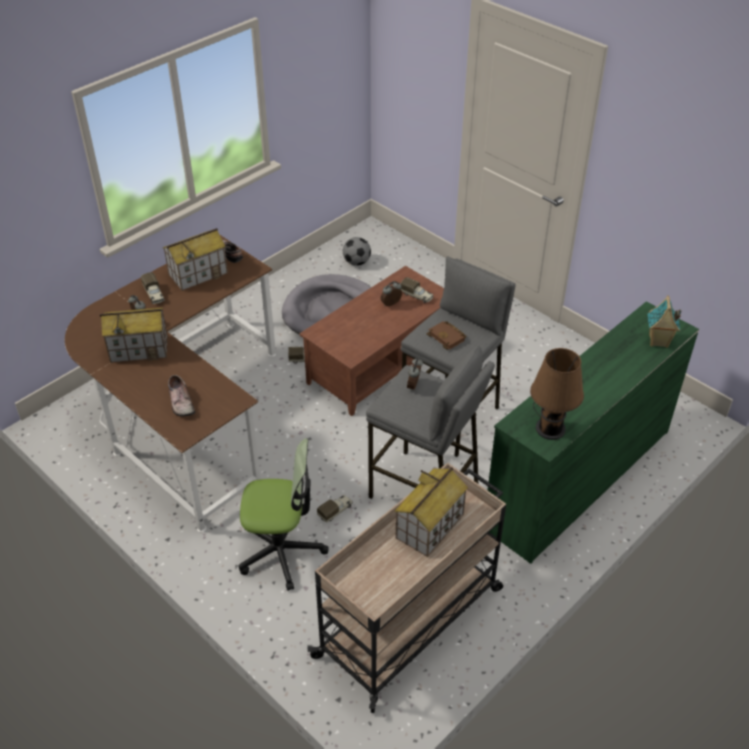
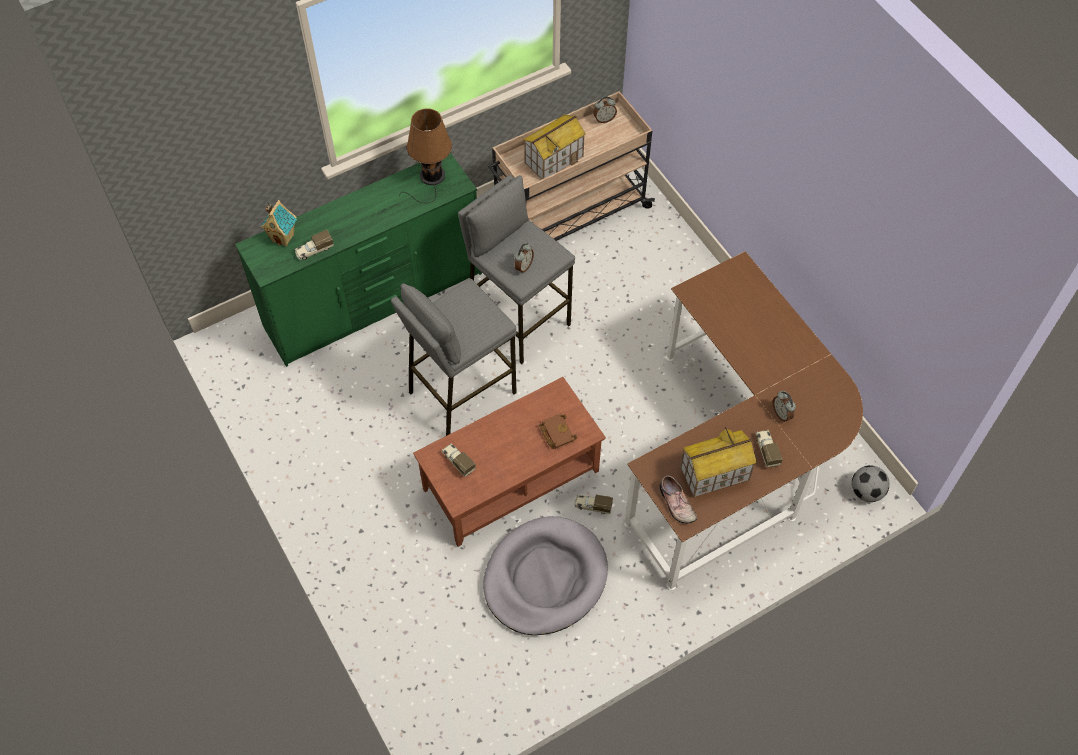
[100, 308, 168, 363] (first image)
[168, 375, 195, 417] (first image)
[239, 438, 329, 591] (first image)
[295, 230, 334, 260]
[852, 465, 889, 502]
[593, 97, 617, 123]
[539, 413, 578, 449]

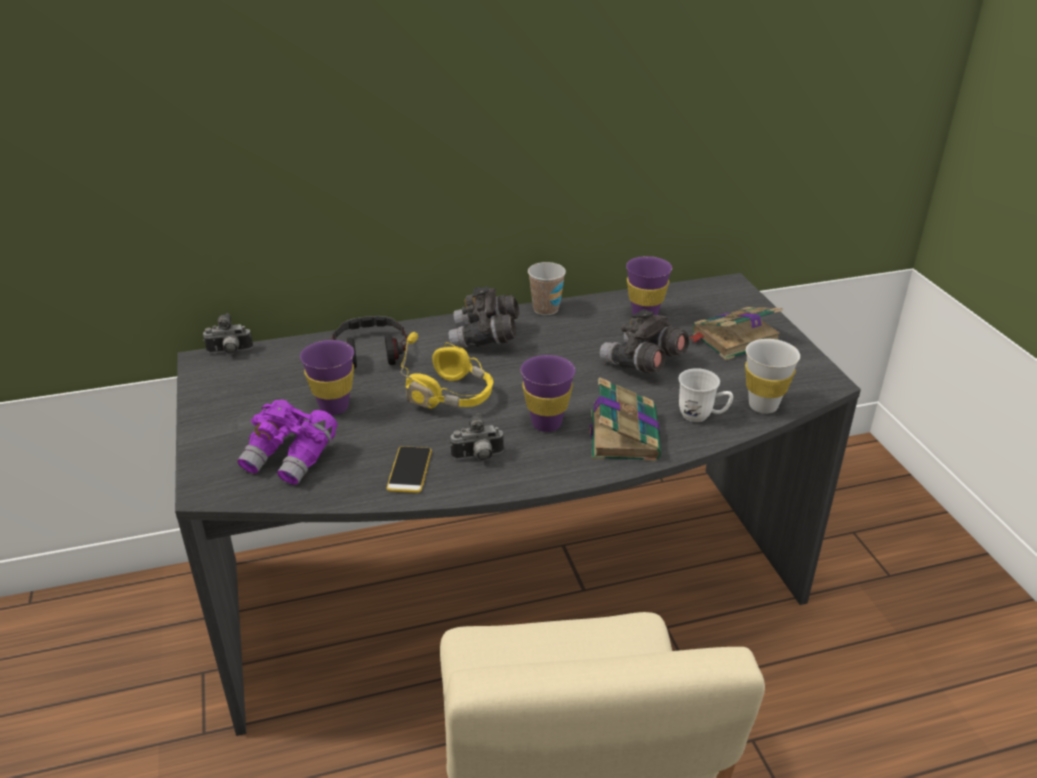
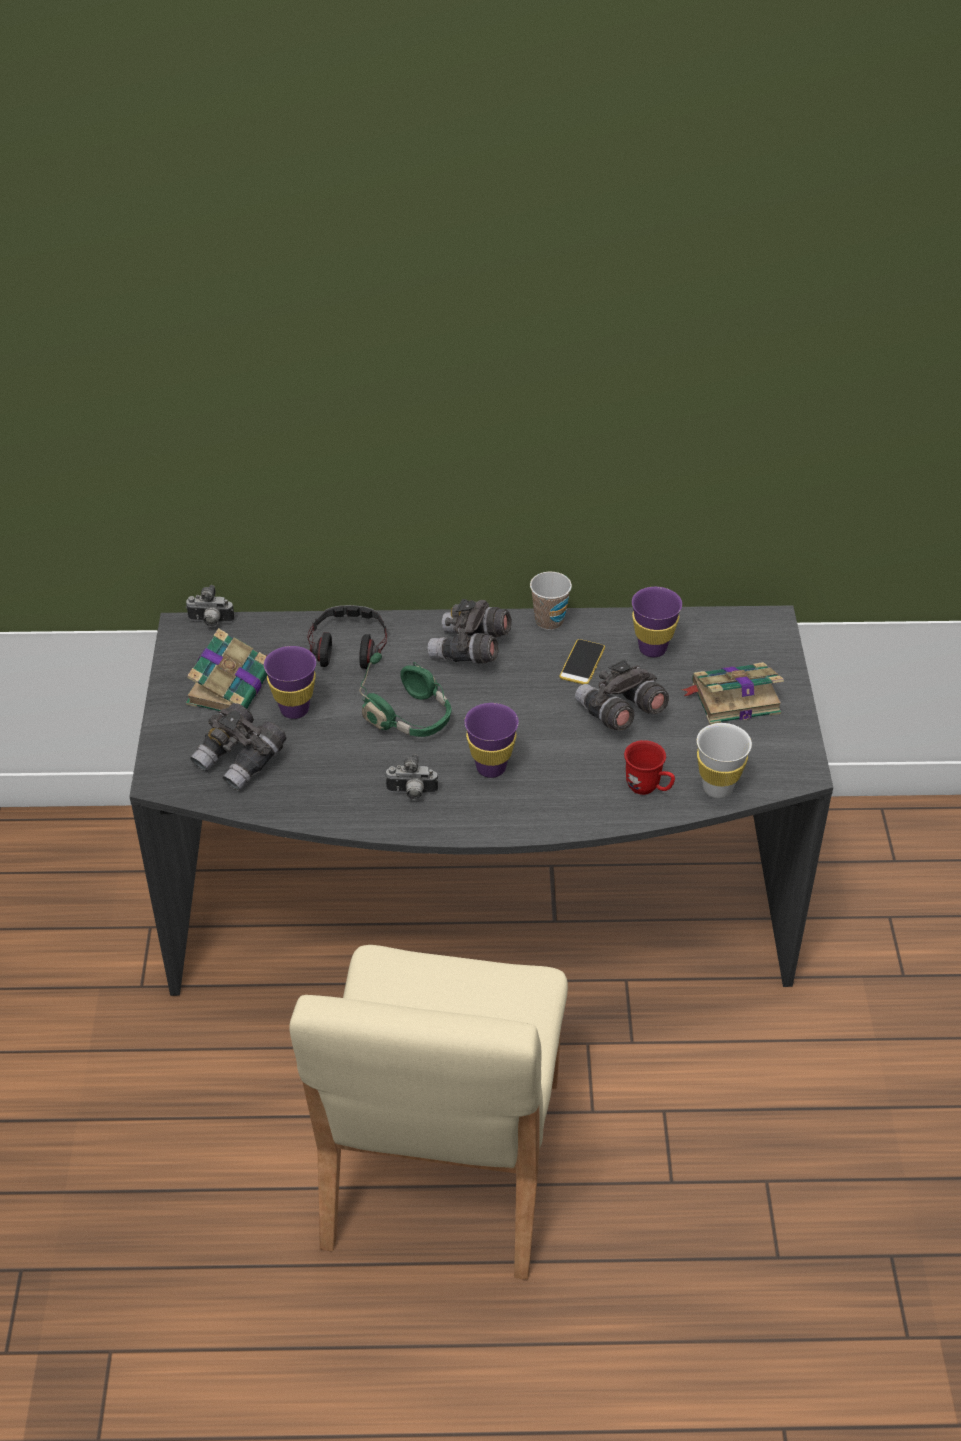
[559, 639, 605, 684]
[186, 628, 267, 711]
[190, 703, 286, 791]
[359, 652, 452, 737]
[624, 740, 675, 795]

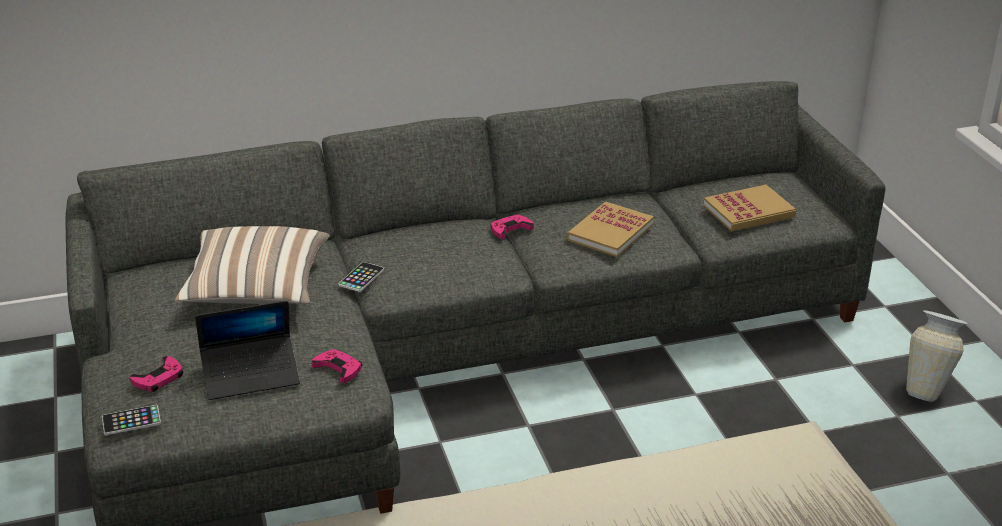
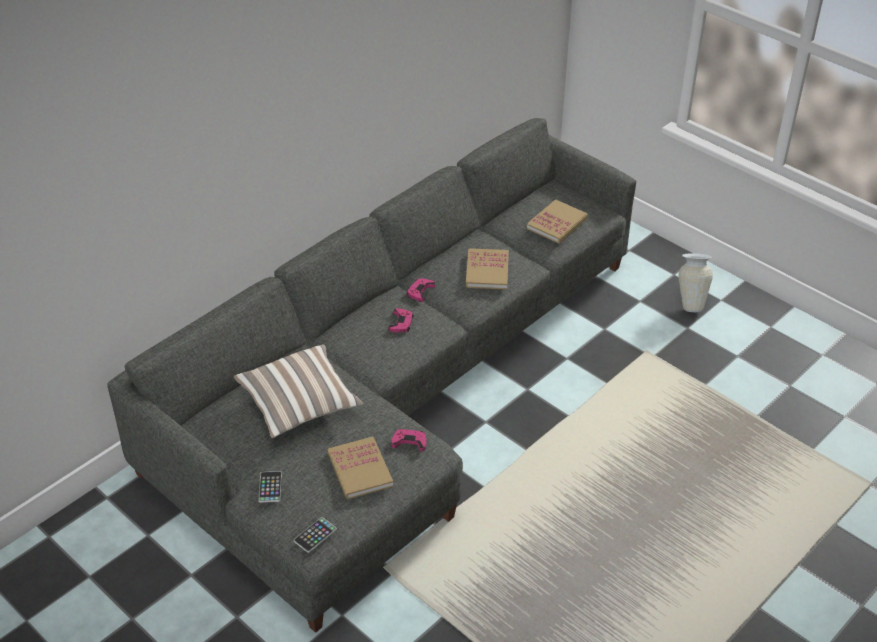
[388, 308, 414, 333]
[259, 471, 282, 503]
[328, 437, 393, 499]

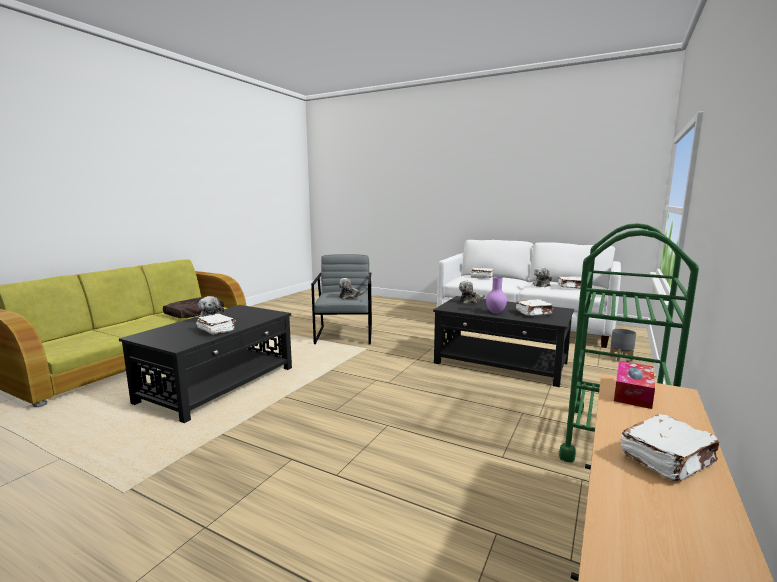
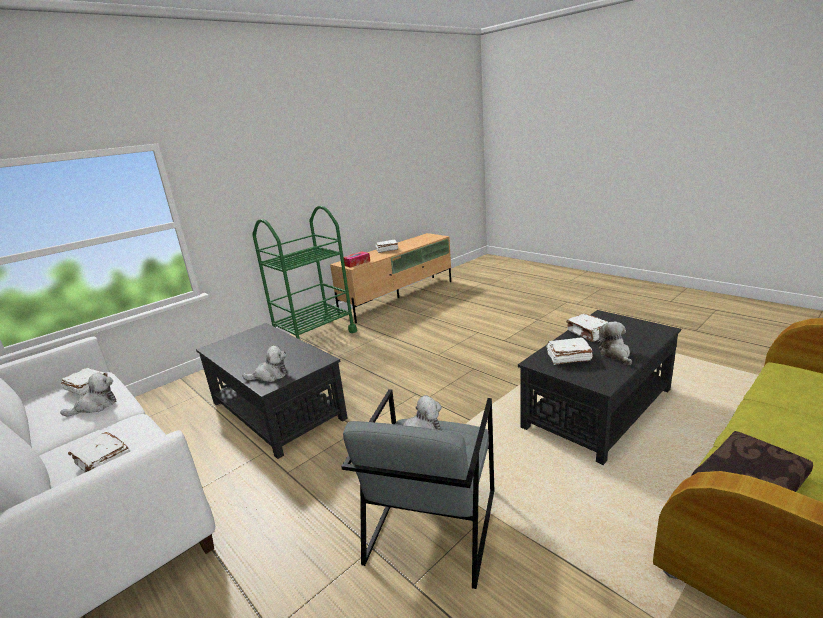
[486, 277, 507, 314] (first image)
[610, 329, 636, 362] (first image)
[547, 338, 593, 365]

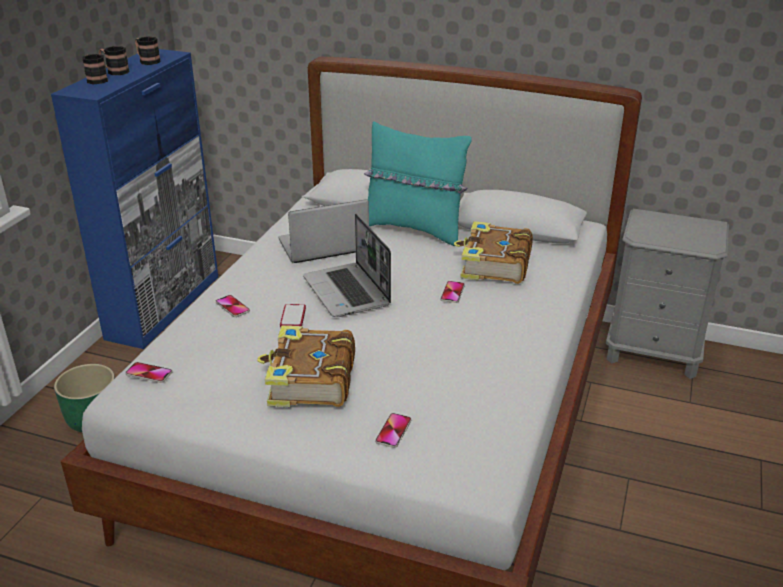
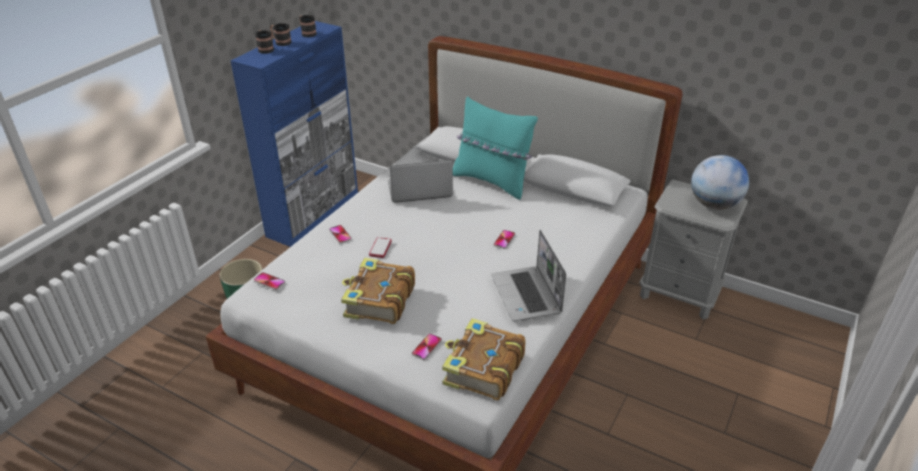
[691, 155, 749, 210]
[491, 230, 566, 322]
[442, 318, 526, 400]

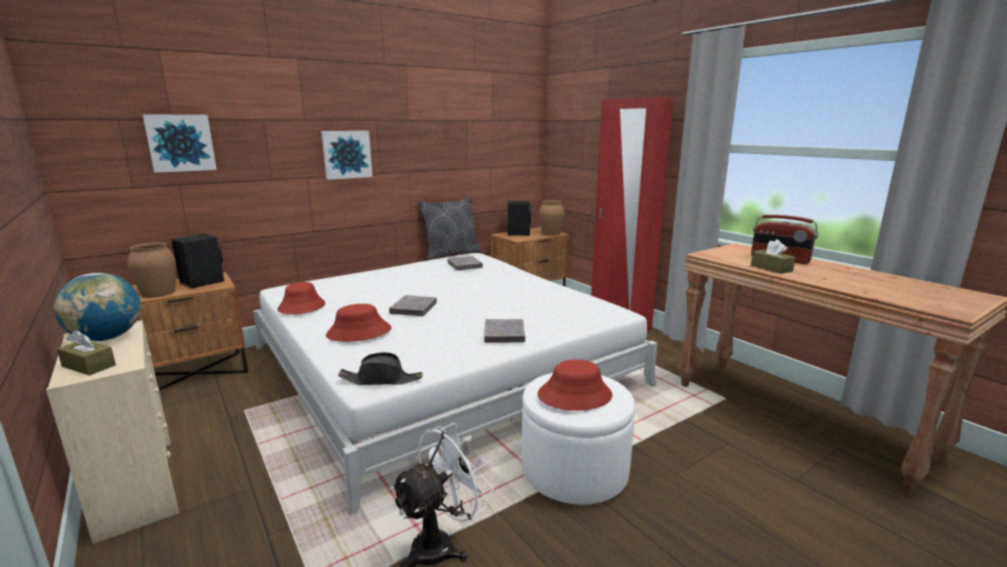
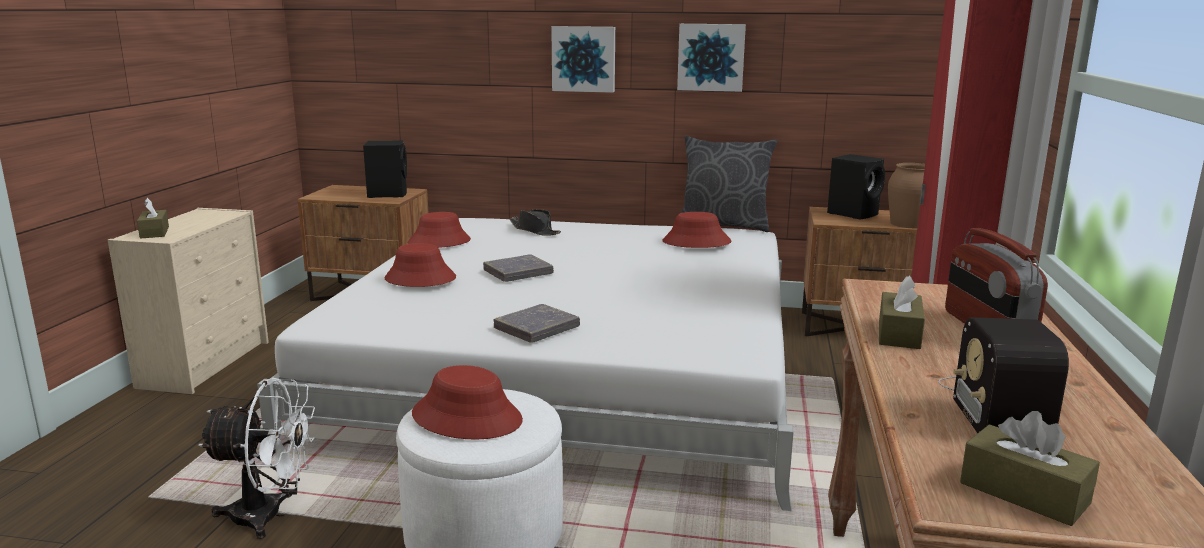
[54, 273, 141, 341] (first image)
[127, 242, 176, 298] (first image)
[938, 317, 1069, 433]
[960, 411, 1100, 526]
[677, 24, 746, 92]
[510, 209, 561, 236]
[663, 212, 731, 248]

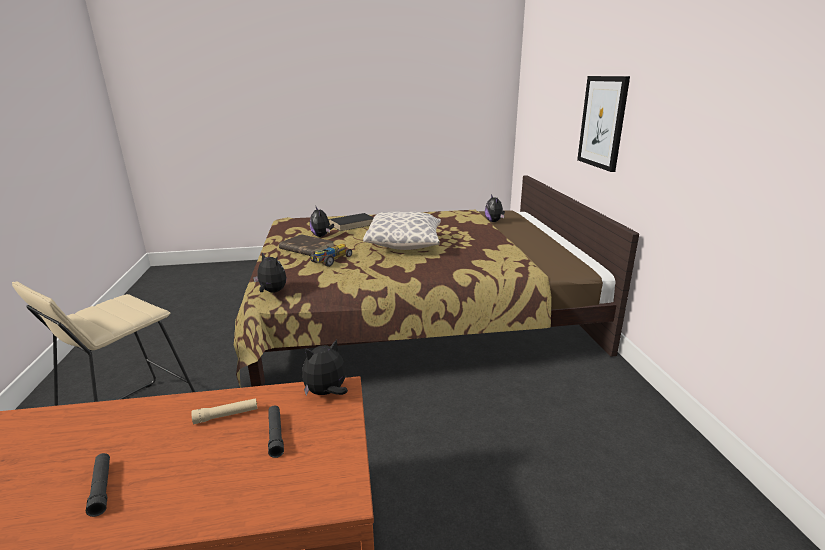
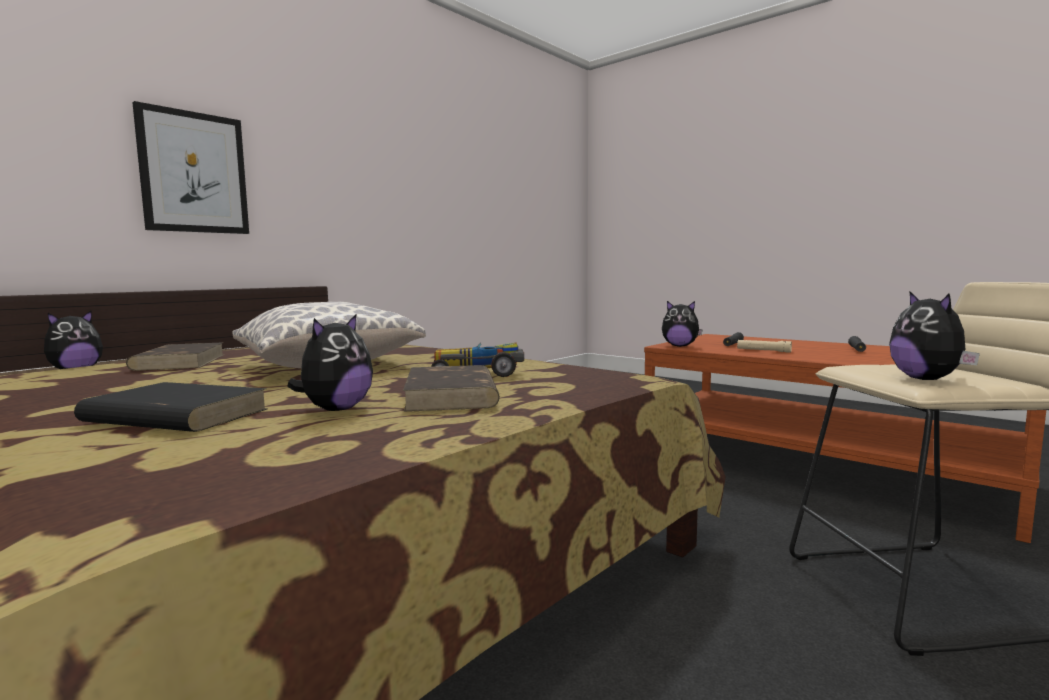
[126, 342, 223, 371]
[889, 291, 980, 380]

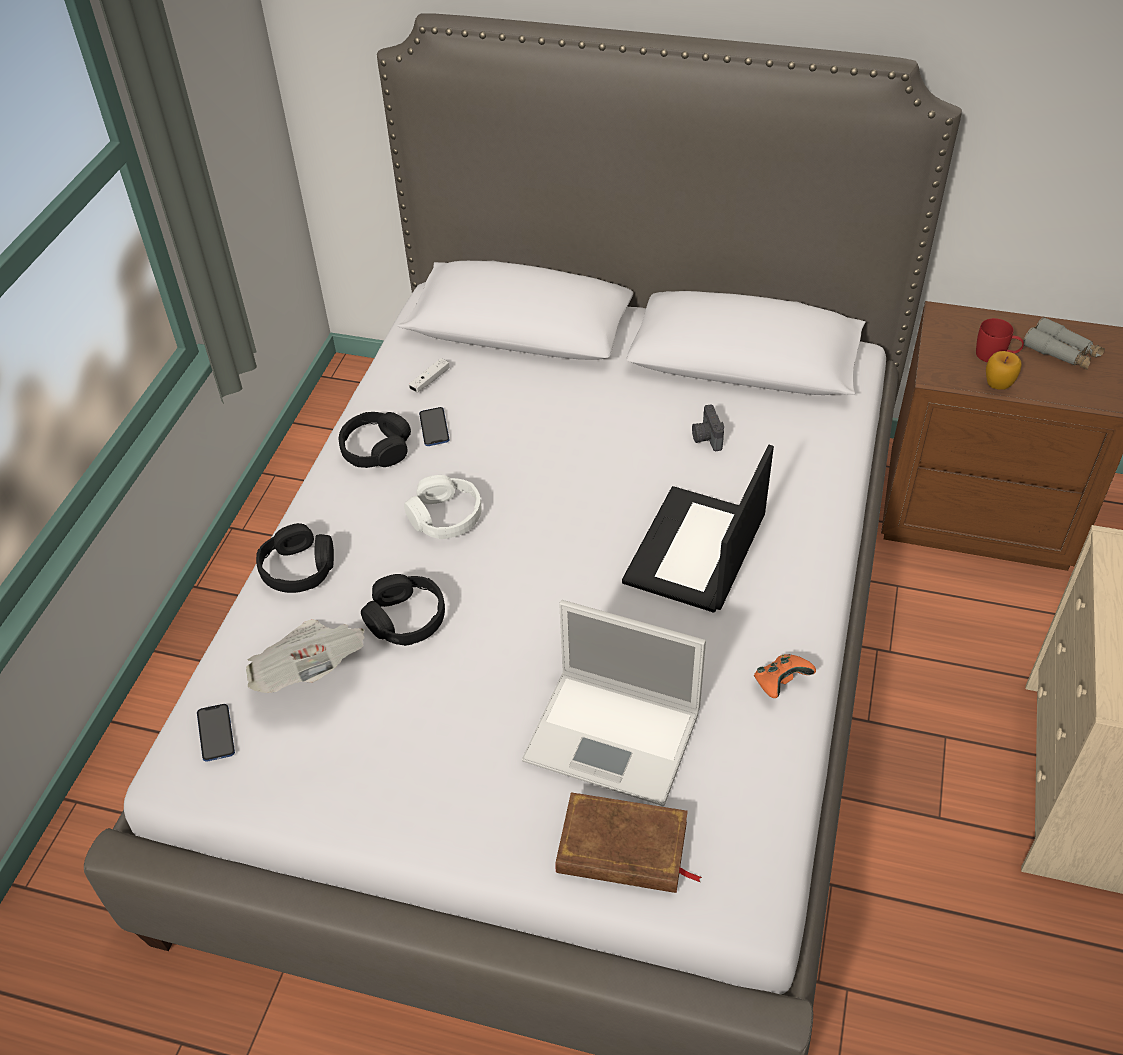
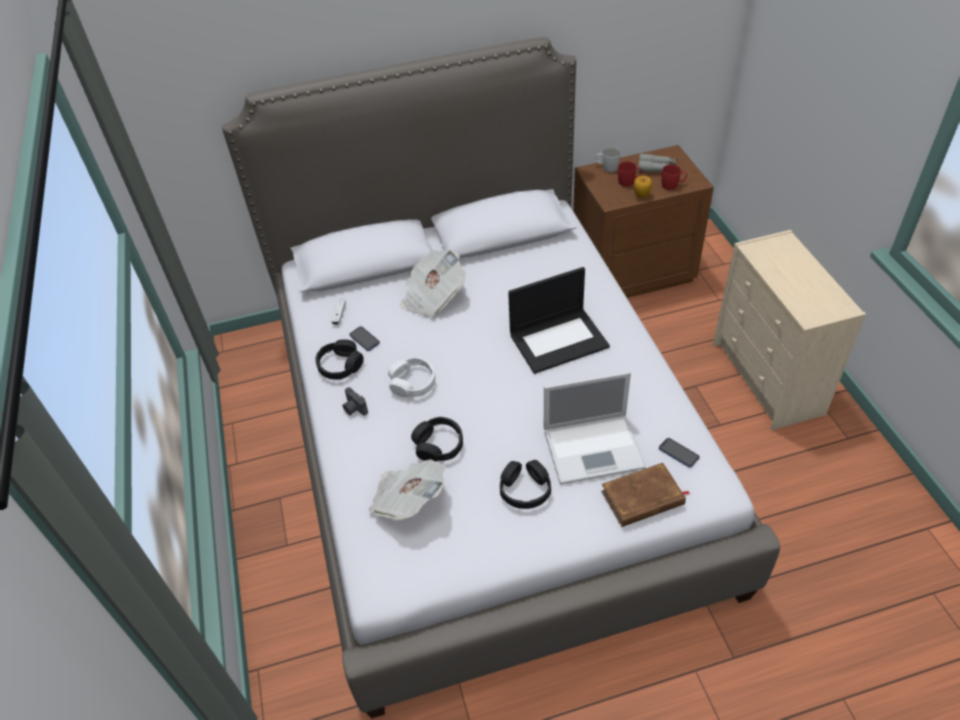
[754, 654, 816, 698] (first image)
[400, 250, 466, 317]
[596, 147, 620, 172]
[662, 165, 687, 190]
[659, 438, 700, 468]
[500, 460, 551, 509]
[342, 387, 368, 415]
[508, 267, 610, 374]

